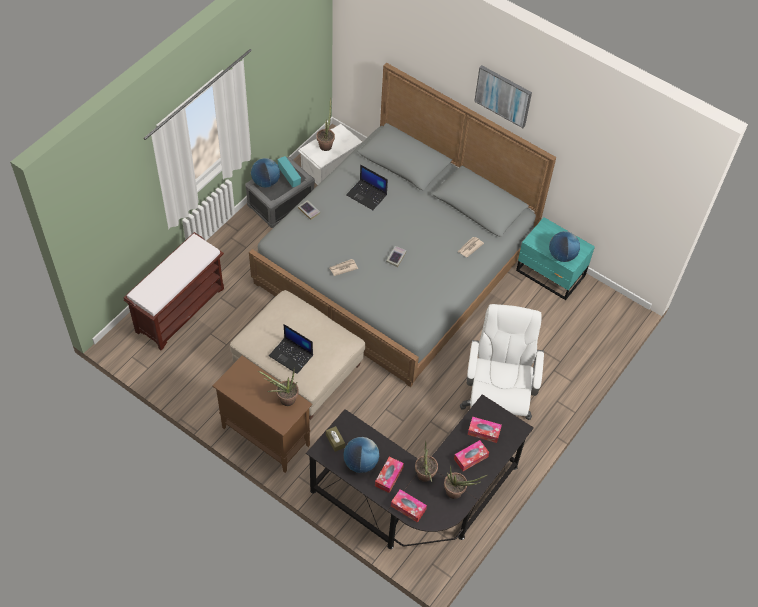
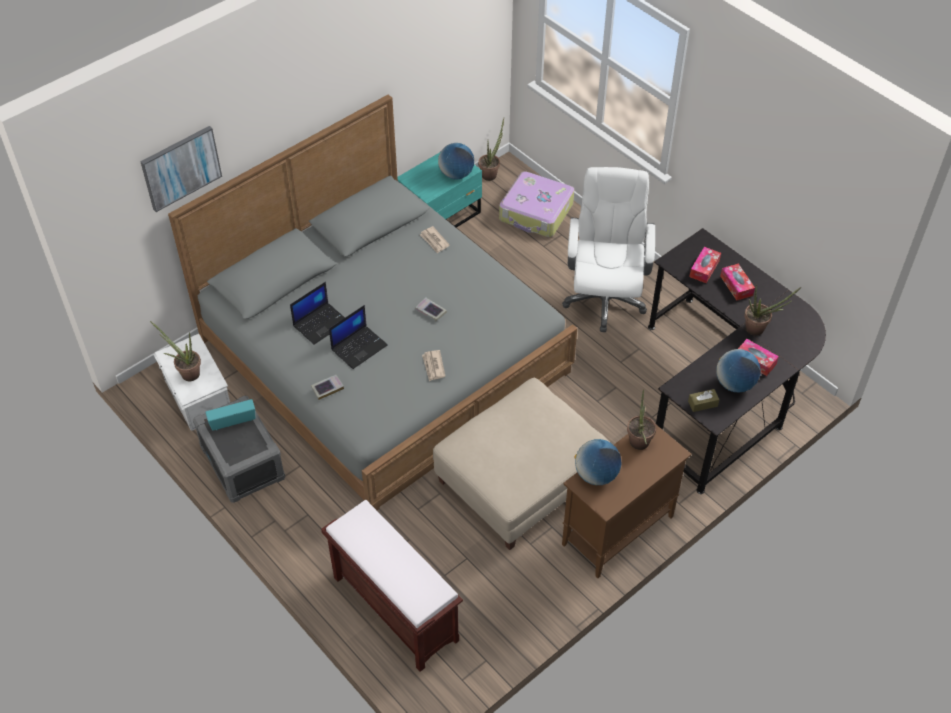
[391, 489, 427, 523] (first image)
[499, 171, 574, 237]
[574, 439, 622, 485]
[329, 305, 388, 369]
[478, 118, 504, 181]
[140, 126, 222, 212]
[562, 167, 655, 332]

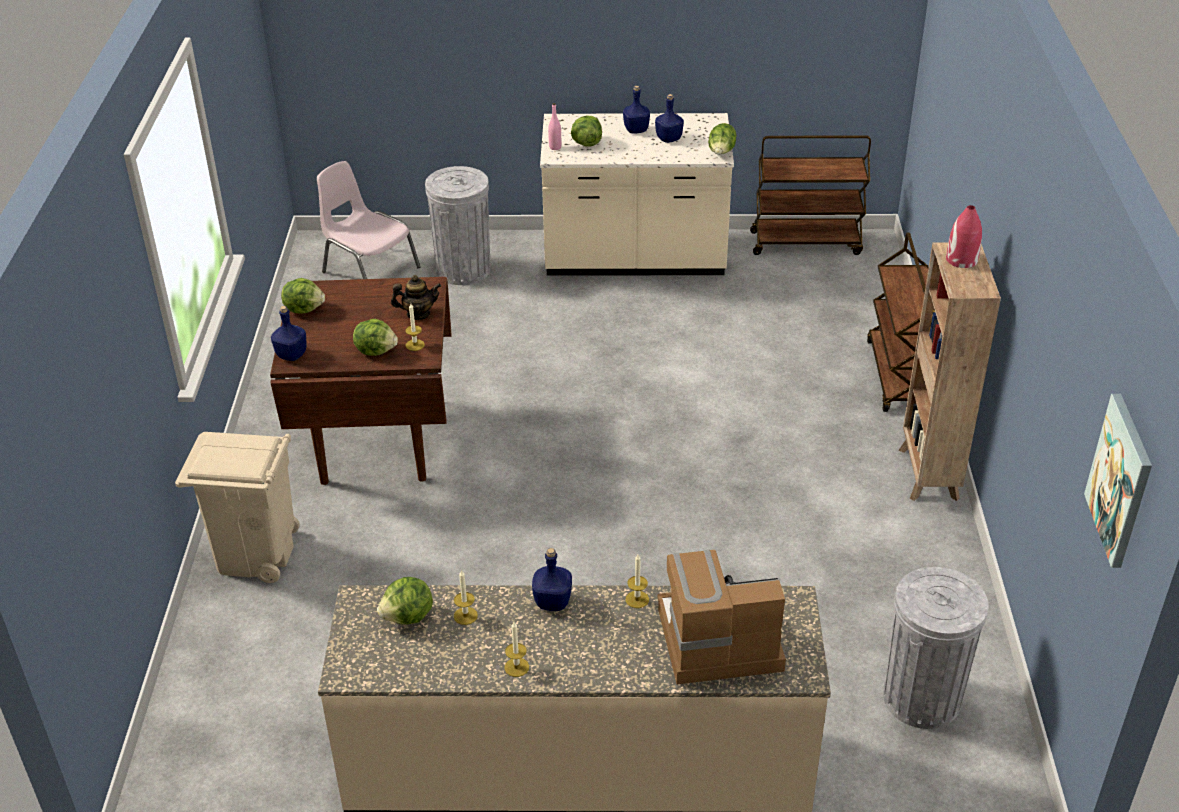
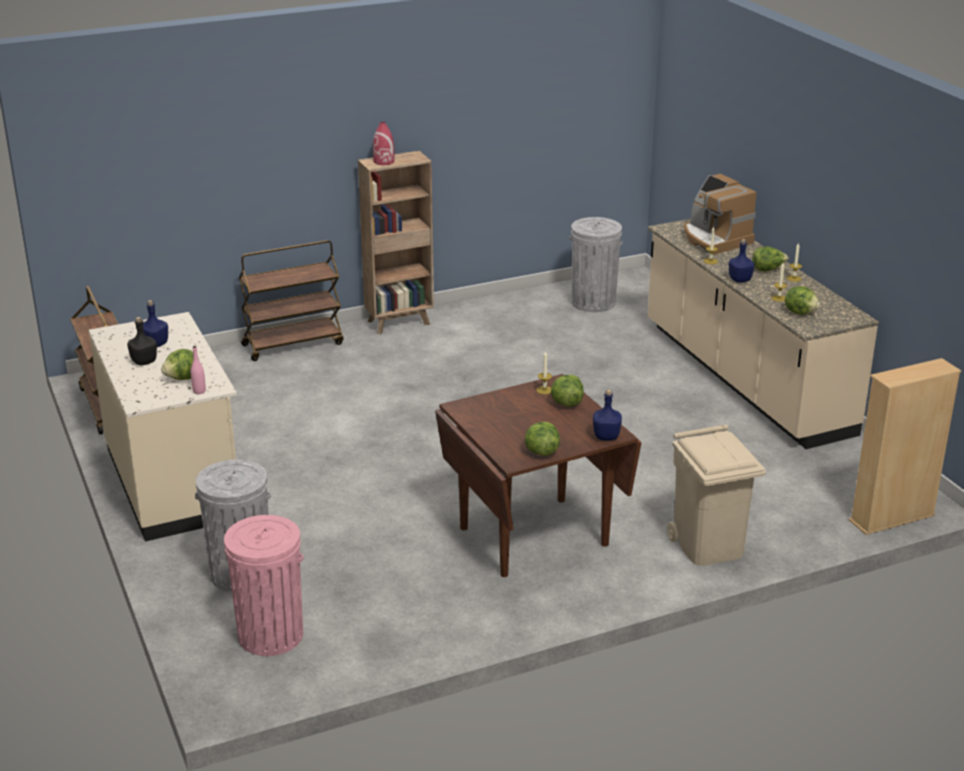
[391, 275, 441, 320] (first image)
[1084, 394, 1152, 568] (first image)
[849, 358, 961, 535]
[752, 247, 789, 272]
[224, 515, 303, 656]
[127, 317, 157, 365]

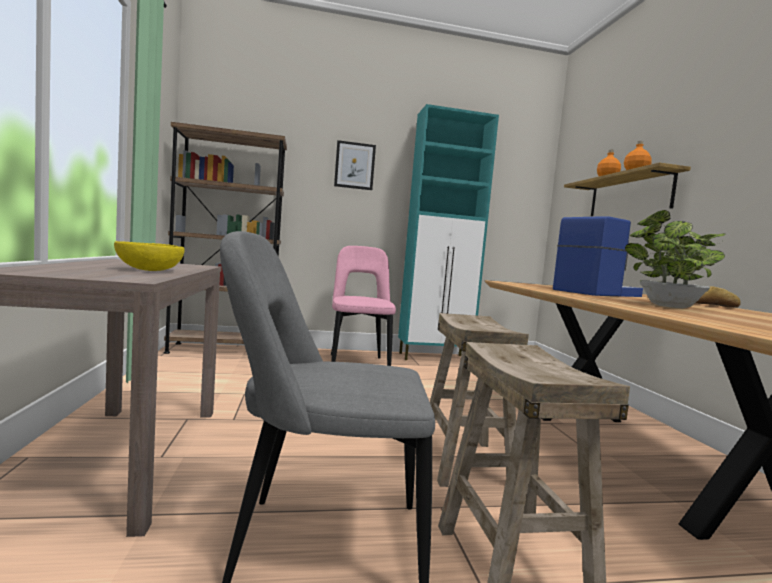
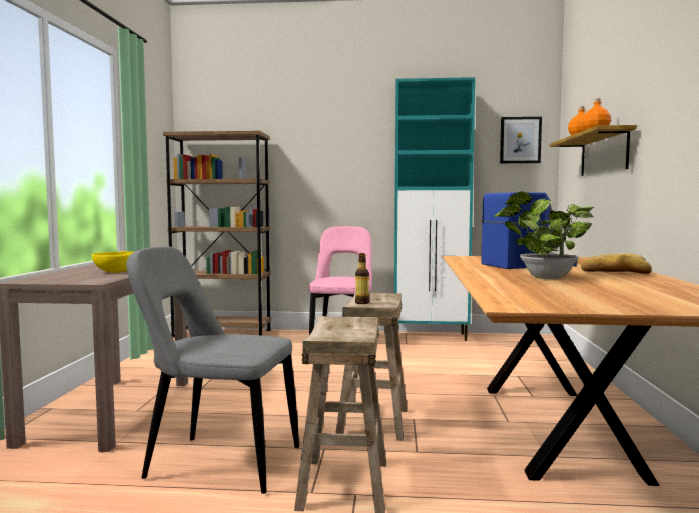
[355, 253, 369, 304]
[500, 117, 542, 163]

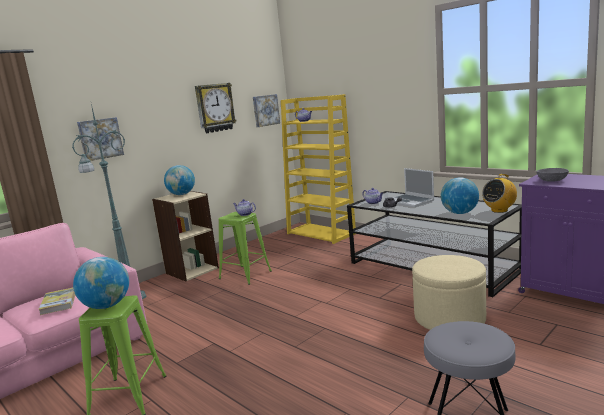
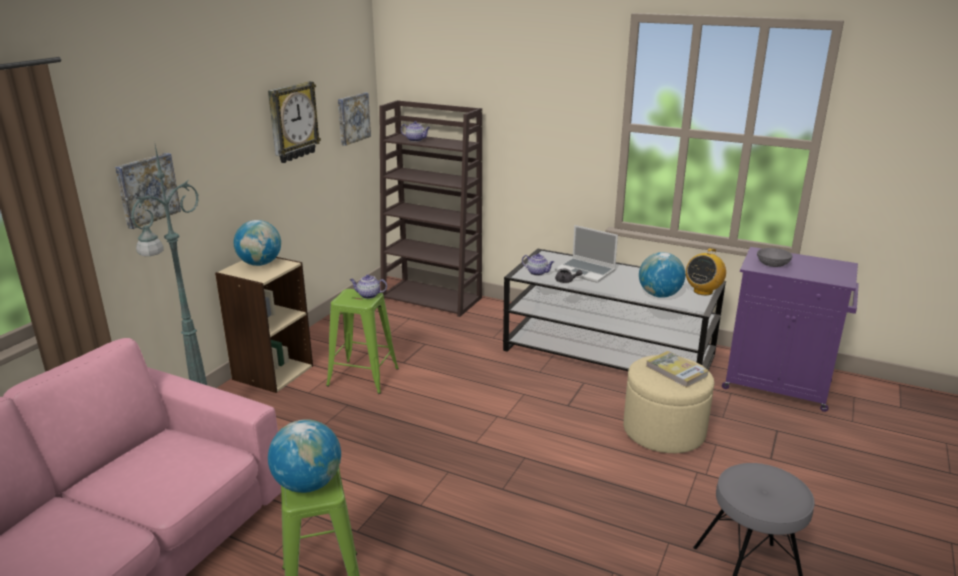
[646, 351, 708, 388]
[379, 100, 482, 317]

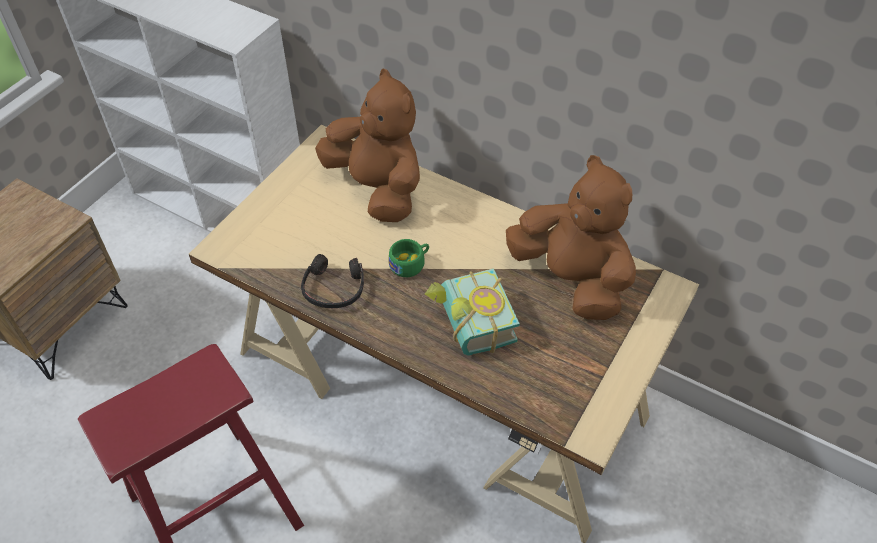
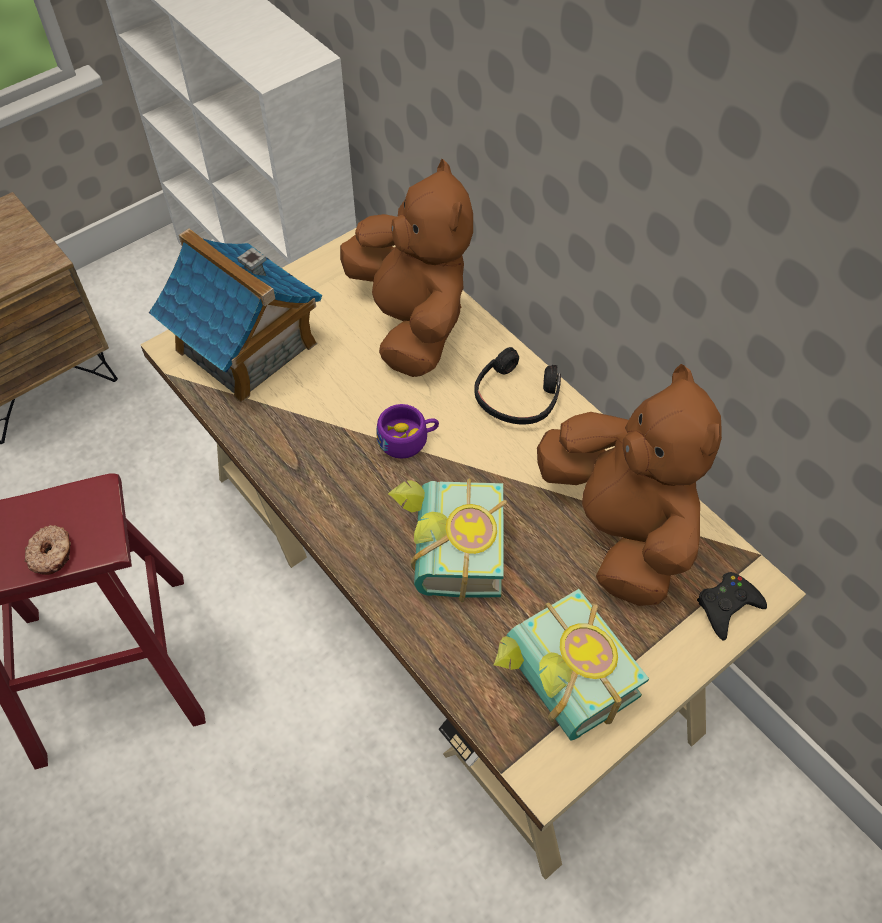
[25, 525, 71, 575]
[149, 229, 322, 403]
[494, 589, 649, 741]
[697, 572, 767, 640]
[474, 347, 561, 424]
[376, 404, 439, 459]

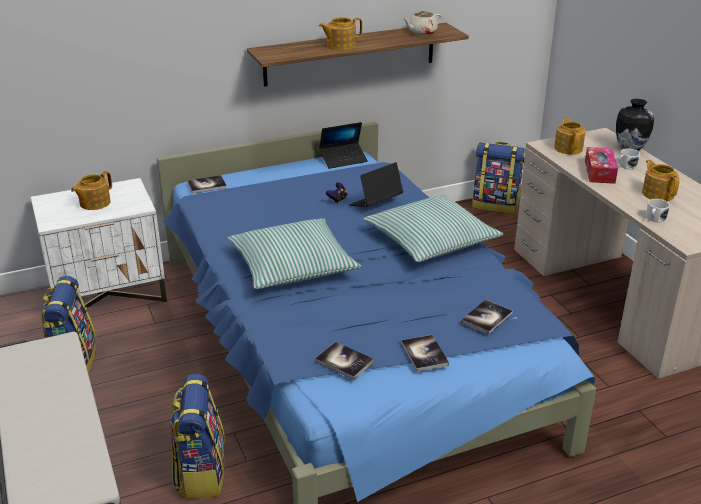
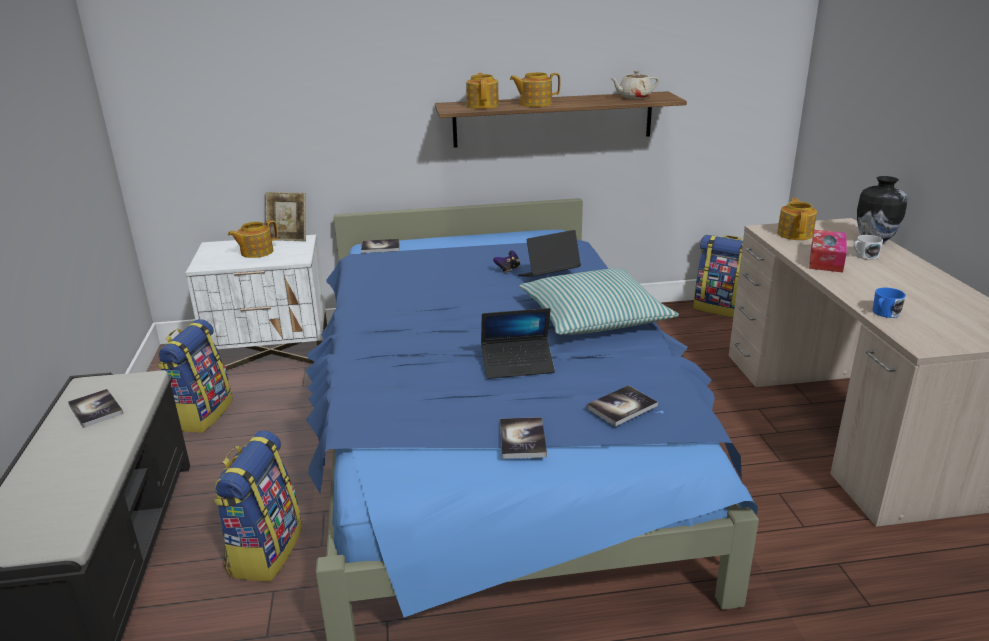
[228, 218, 361, 289] (first image)
[265, 192, 306, 241]
[68, 389, 123, 428]
[481, 308, 555, 379]
[466, 73, 499, 109]
[872, 288, 906, 318]

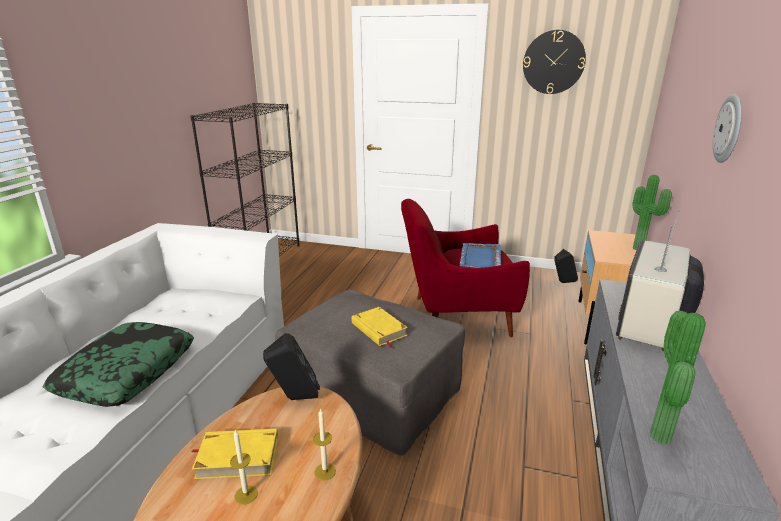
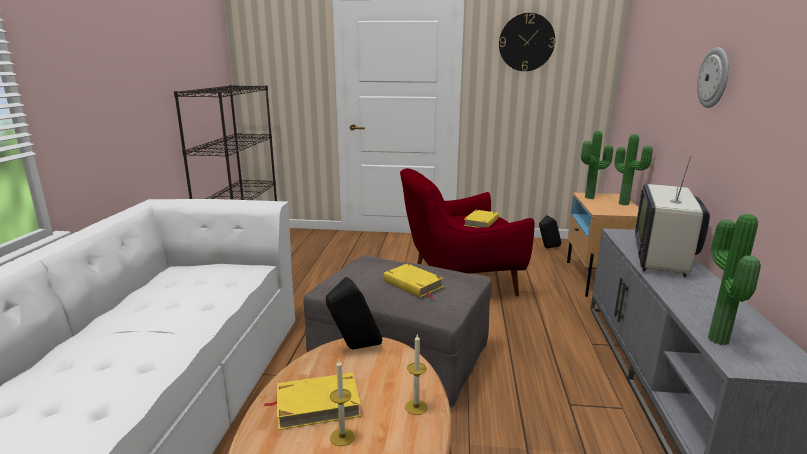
[43, 322, 194, 407] (first image)
[581, 131, 613, 199]
[463, 210, 499, 227]

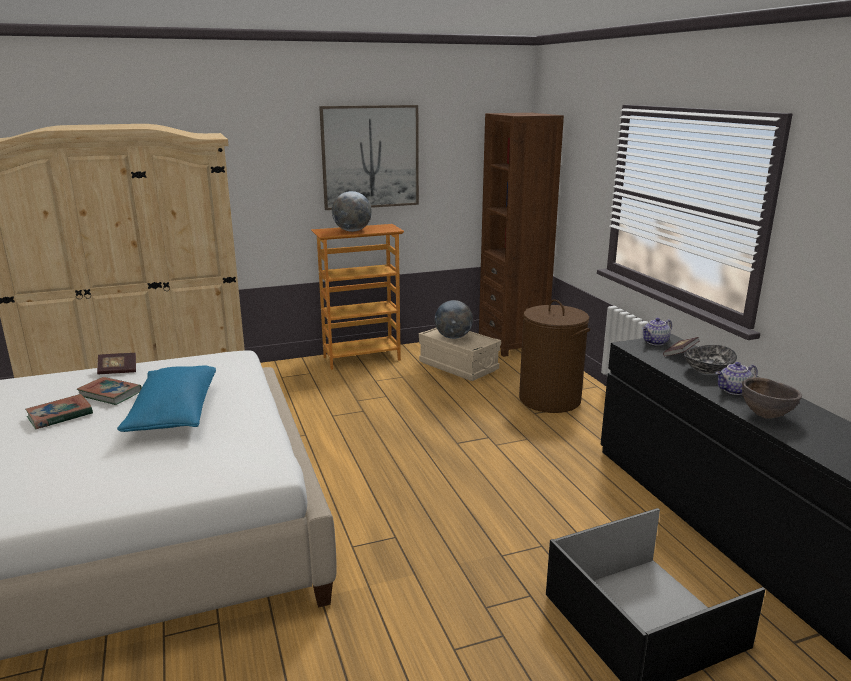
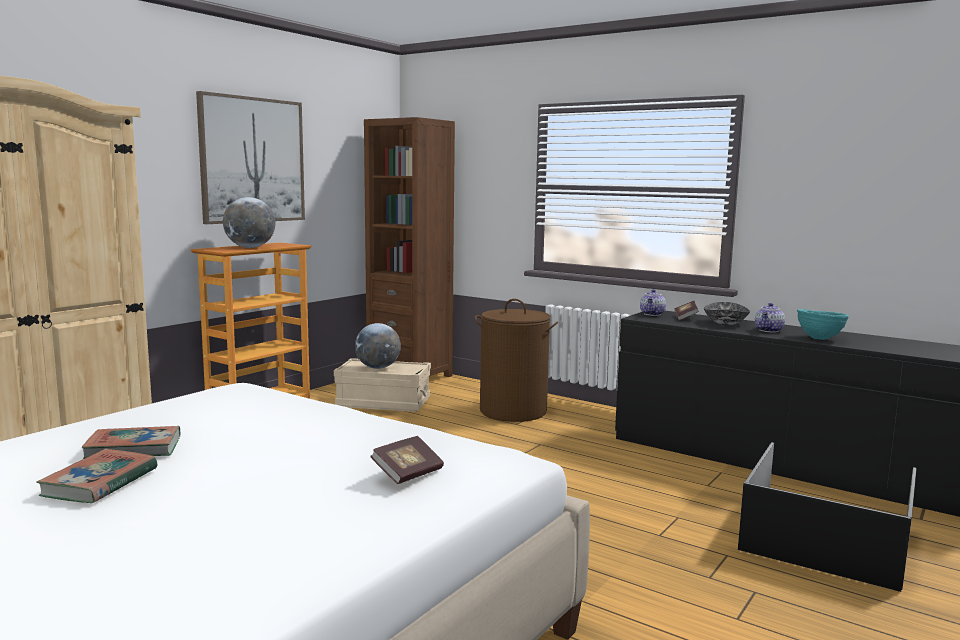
[117, 365, 216, 432] (first image)
[370, 436, 444, 484]
[797, 309, 849, 340]

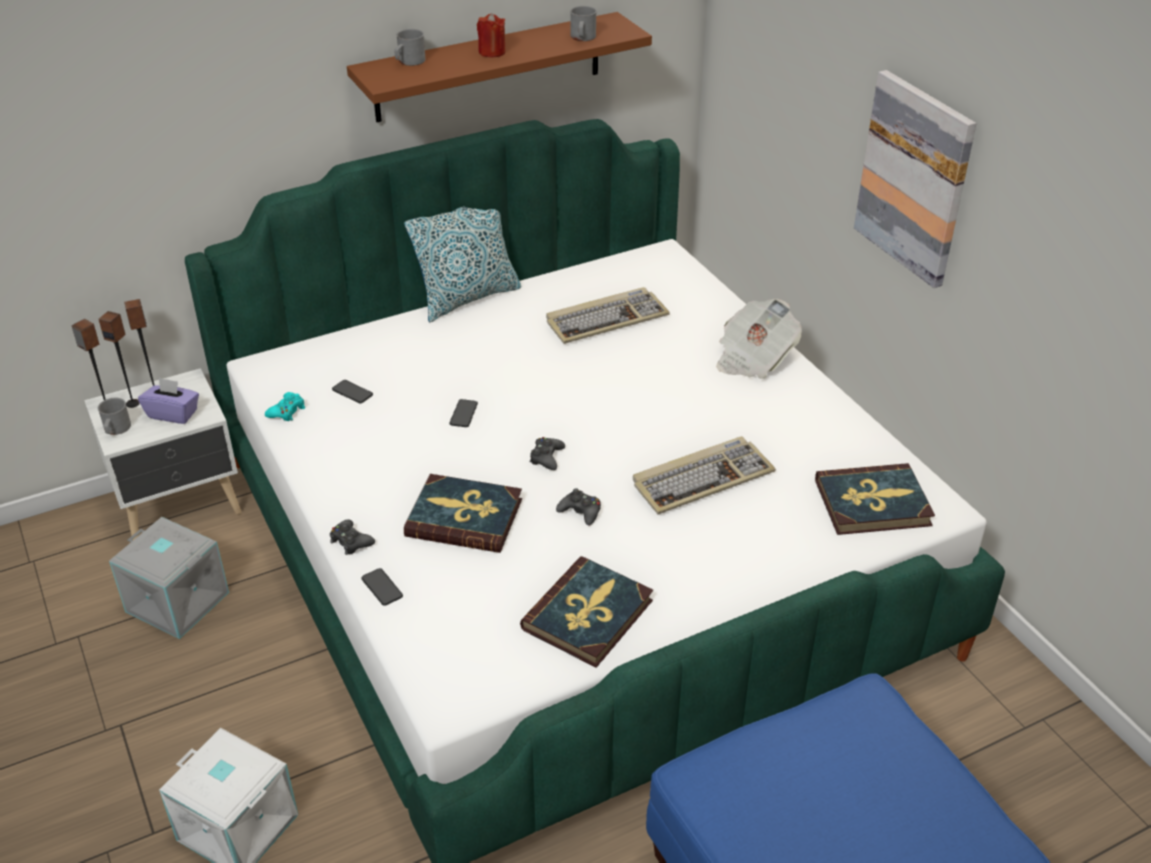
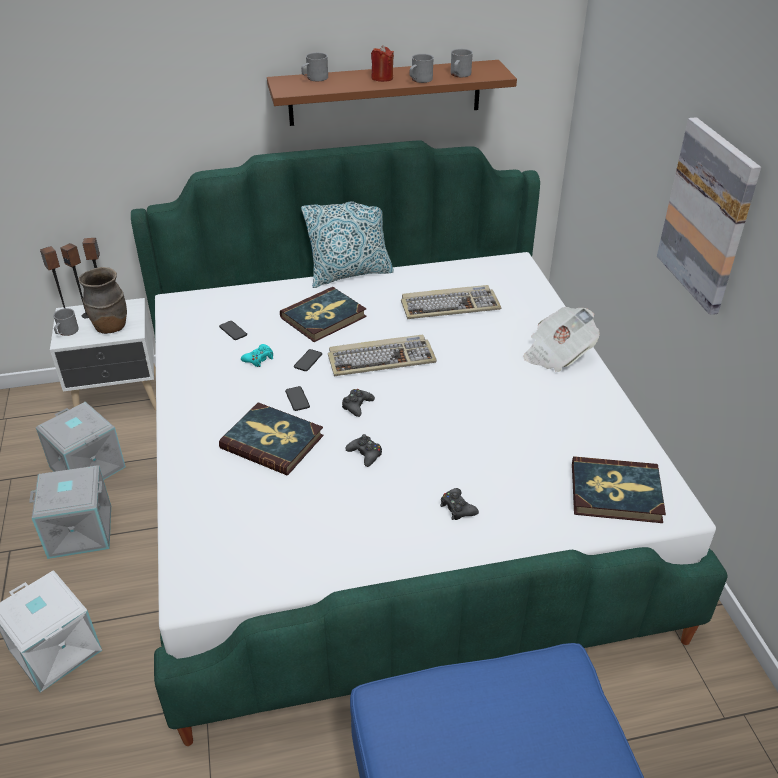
[29, 465, 111, 559]
[410, 54, 434, 83]
[241, 344, 273, 367]
[440, 488, 479, 520]
[285, 386, 310, 411]
[280, 287, 367, 342]
[328, 335, 437, 377]
[78, 267, 127, 334]

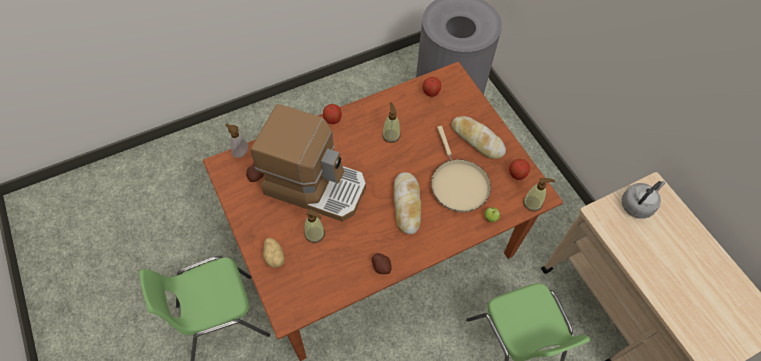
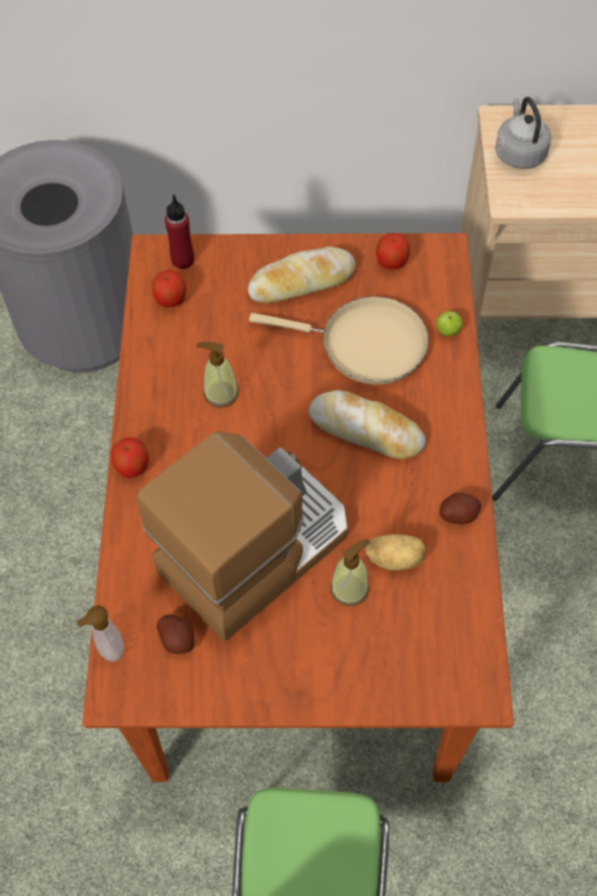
[523, 178, 555, 212] (first image)
[165, 195, 194, 269]
[365, 534, 425, 571]

